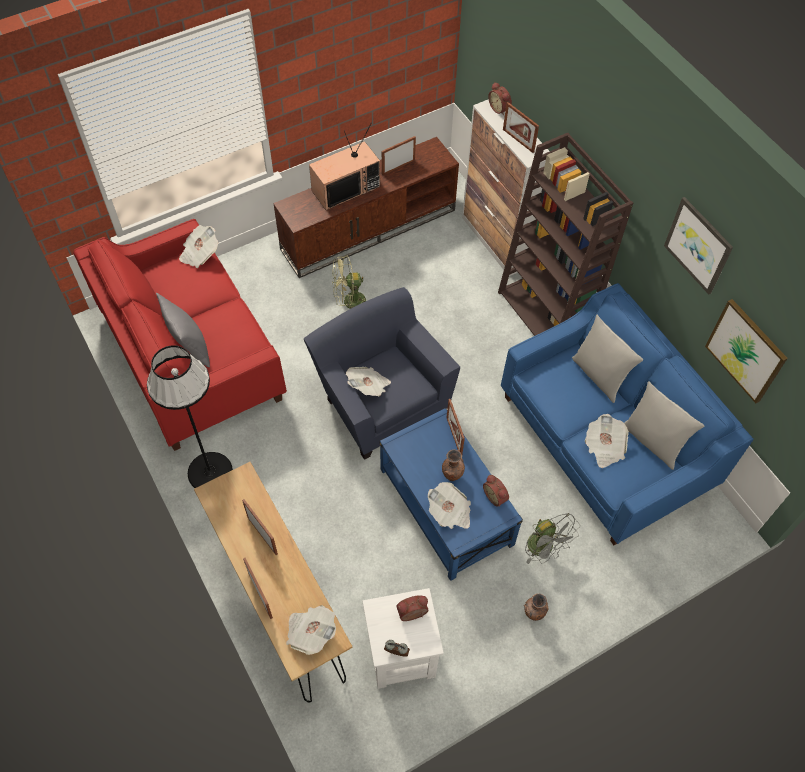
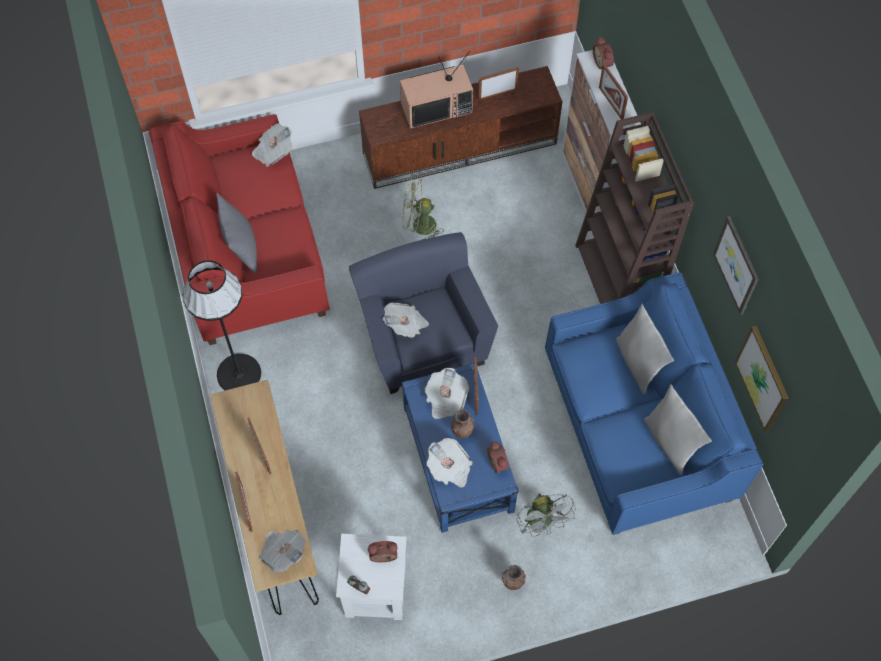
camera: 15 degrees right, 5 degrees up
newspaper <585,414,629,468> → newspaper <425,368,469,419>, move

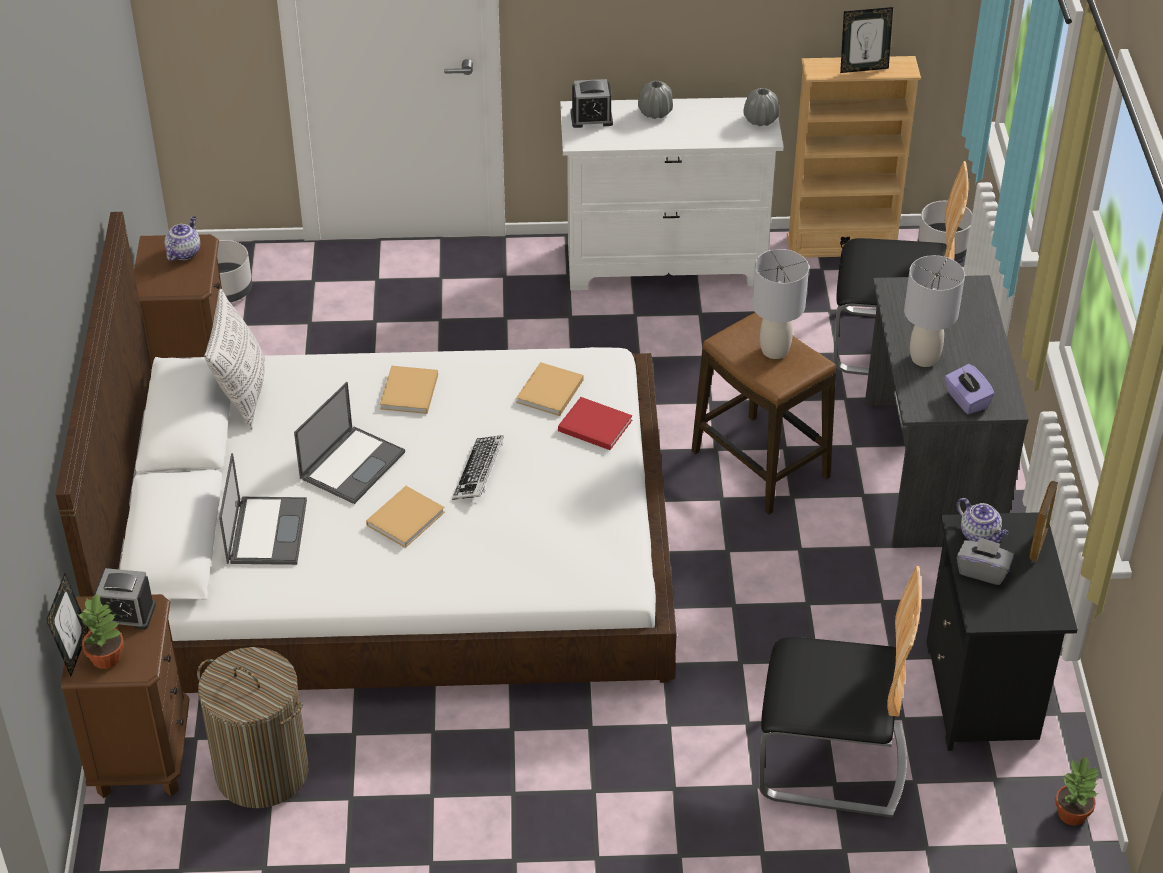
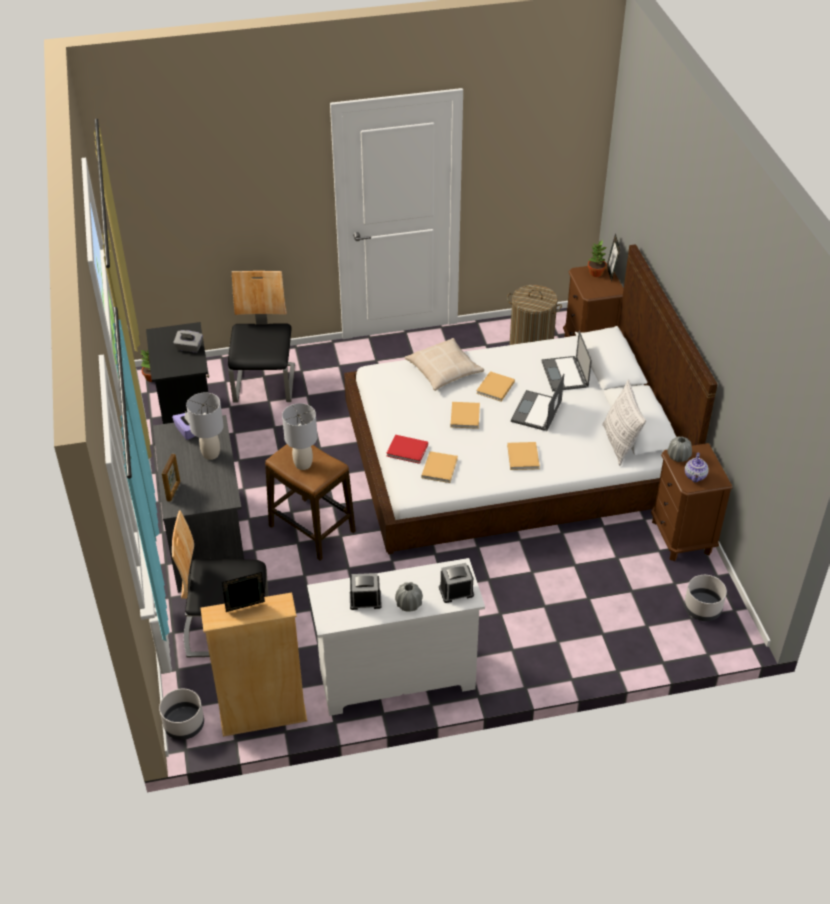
camera: 170 degrees right, 0 degrees up
photo frame <1029,481,1058,561> → photo frame <162,454,180,502>, move
chair <759,566,921,818> → chair <228,271,295,402>, 90 degrees clockwise
bedside clock <95,568,156,630> → bedside clock <350,573,382,610>, move
- → cushion/beige-coloured <405,338,484,391>
keyboard <452,435,504,500> → volume/beige-coloured <451,402,480,429>
flower vase/grey <743,88,779,126> → flower vase/grey <667,436,692,462>, move
tea pot <956,498,1009,543> → -

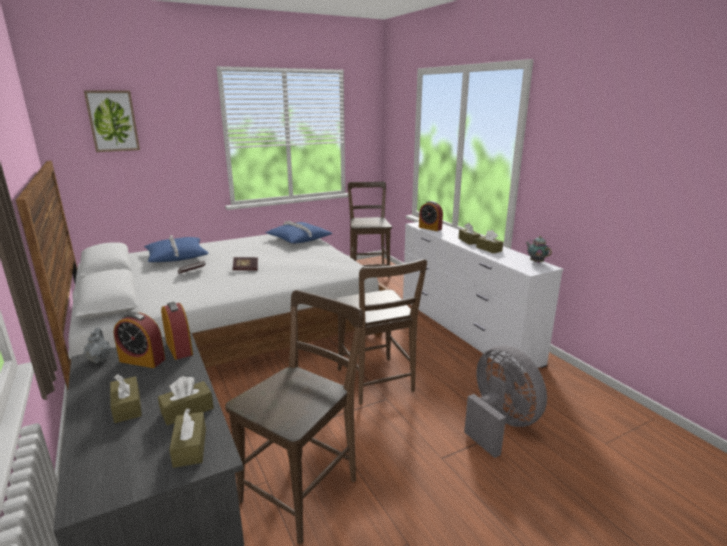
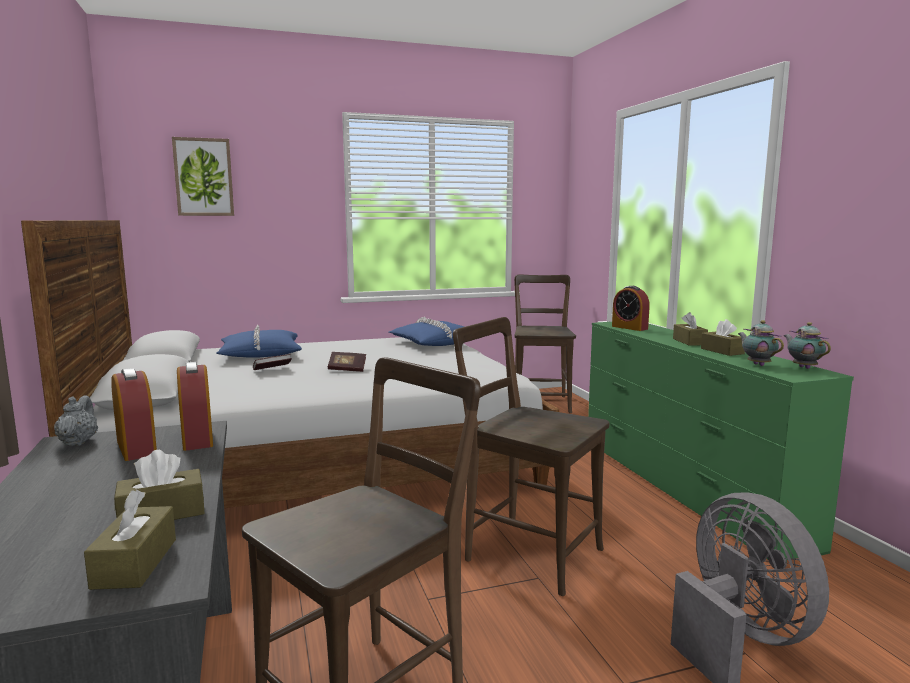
camera: 10 degrees right, 10 degrees down
bedside clock <114,312,165,368> → bedside clock <111,368,157,461>, 150 degrees counterclockwise
chair/brown <335,259,427,405> → chair/brown <453,317,609,596>, 135 degrees clockwise
chest of drawers/white-coloured <403,222,563,375> → chest of drawers/green-coloured <588,322,854,562>
- → tea pot <738,320,784,366>
tissue holder/brown <110,374,142,423> → -

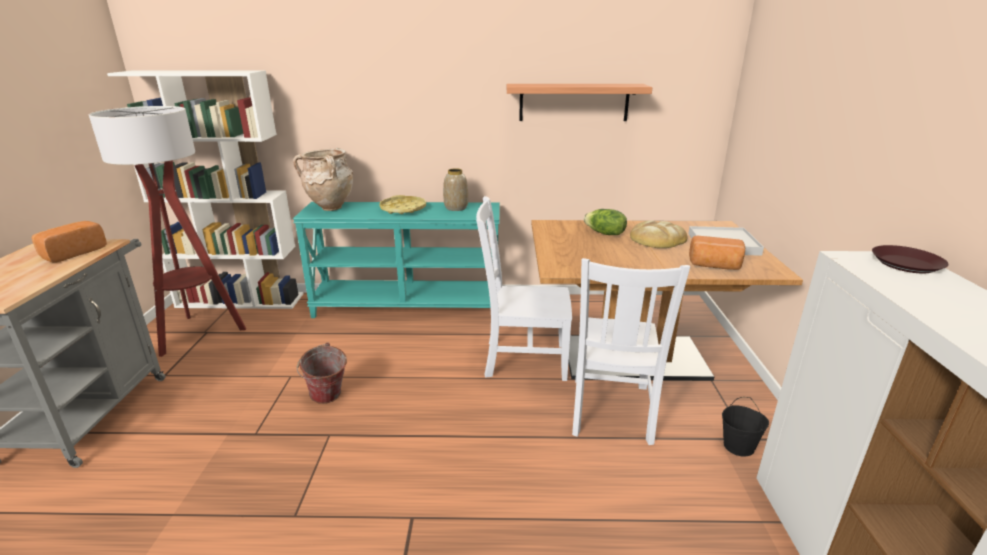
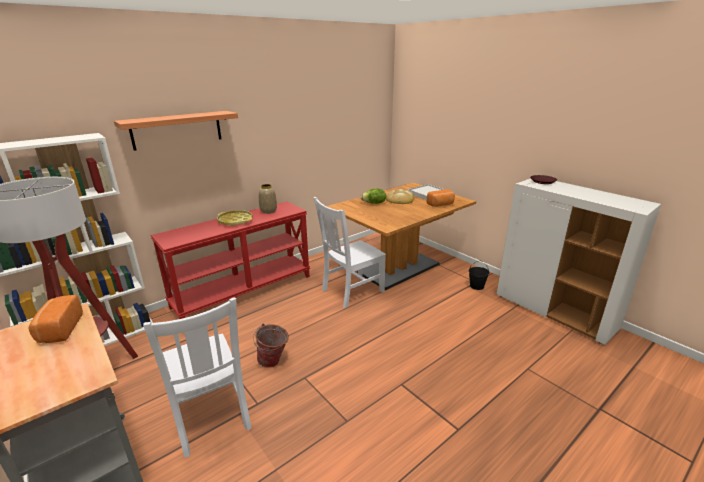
camera: 40 degrees left, 0 degrees up
bracket shelf <507,84,653,121> → bracket shelf <114,111,238,151>, move
chair/white-coloured <572,258,690,445> → chair/white-coloured <143,297,252,457>, move
narrow table/turquoise <293,202,500,318> → narrow table/red <151,202,310,319>
flower vase/beige-coloured <293,148,353,211> → -

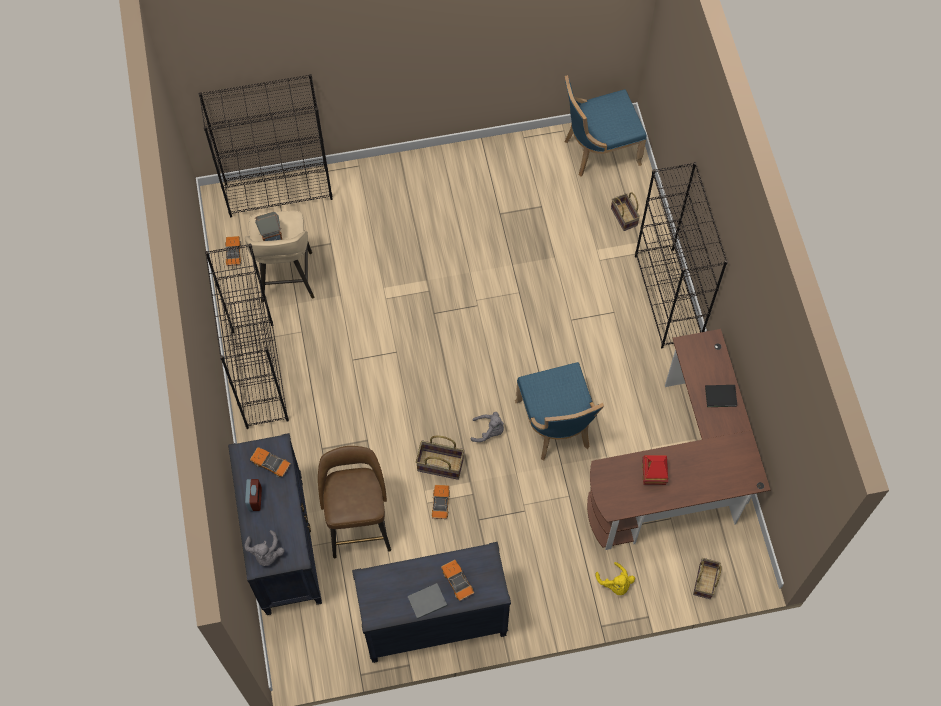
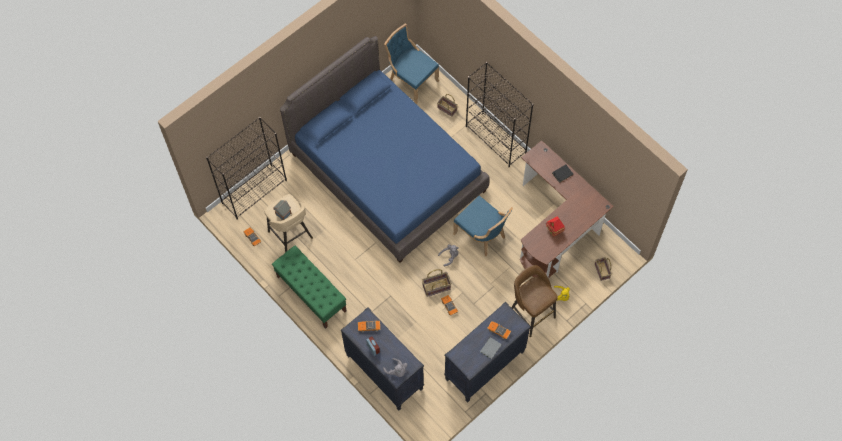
camera: 30 degrees left, 0 degrees up
bookcase/blackish <205,244,289,429> → indoor bench/green-coloured <272,246,346,329>
- → bed/blue-coloured <280,36,490,263>
chair/blue-coloured <565,75,647,176> → chair/blue-coloured <384,24,439,104>, 90 degrees clockwise
stool seat/brown <318,446,391,559> → stool seat/brown <511,265,558,337>, move

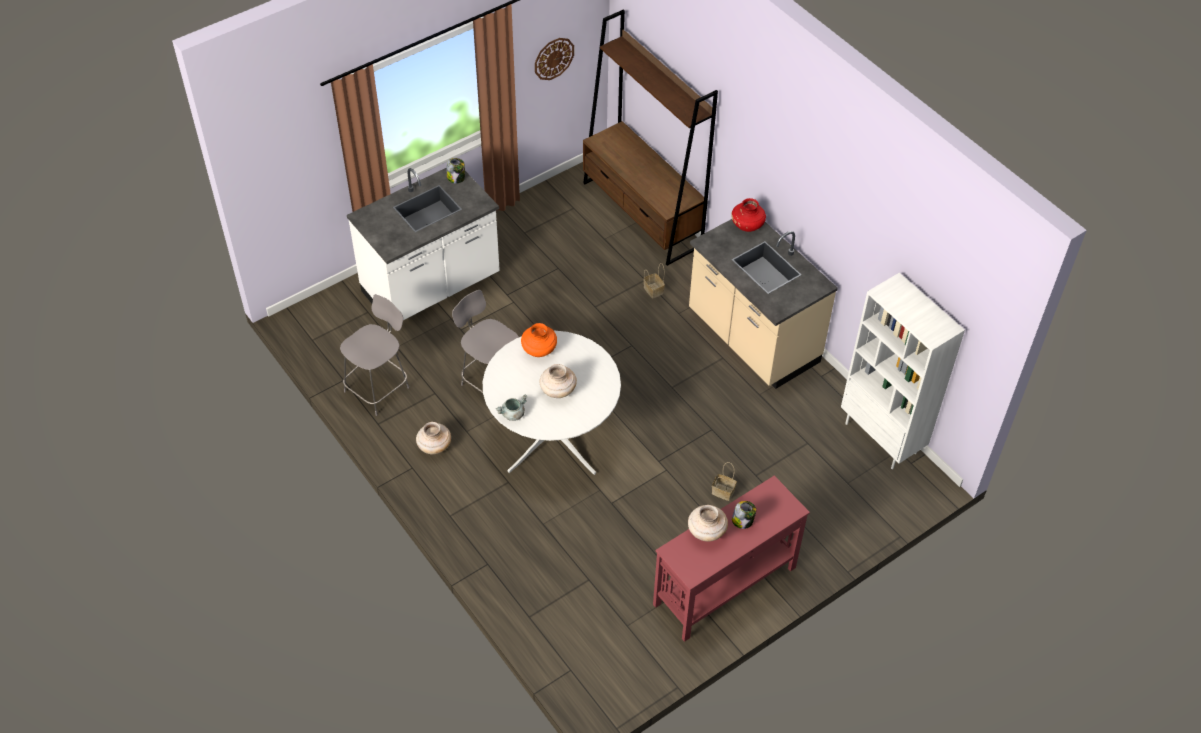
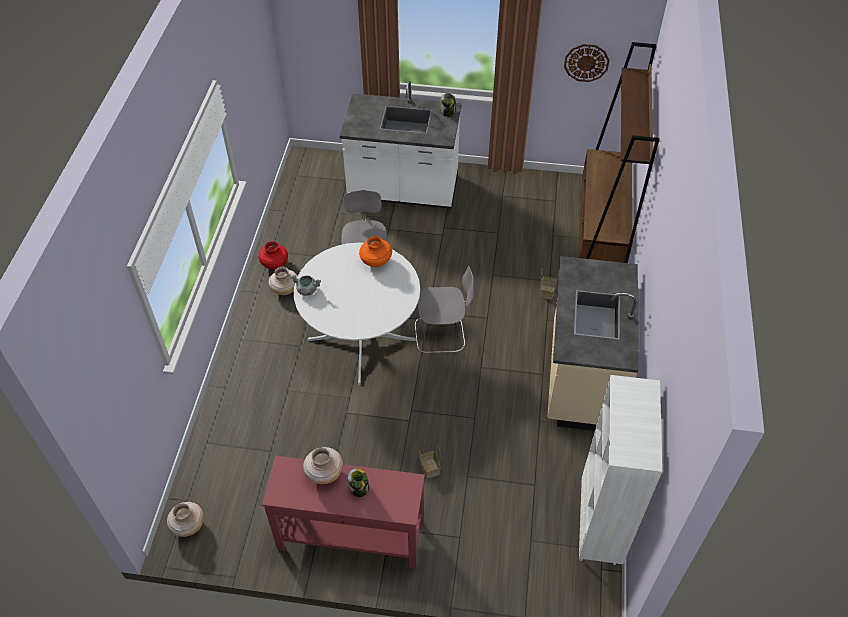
camera: 45 degrees right, 0 degrees up
flower vase/beige-coloured <540,364,577,398> → flower vase/beige-coloured <167,502,204,537>, move
flower vase/red <731,198,766,232> → flower vase/red <258,241,288,269>, move
chair/grey <340,294,409,416> → chair/grey <415,266,474,363>, move

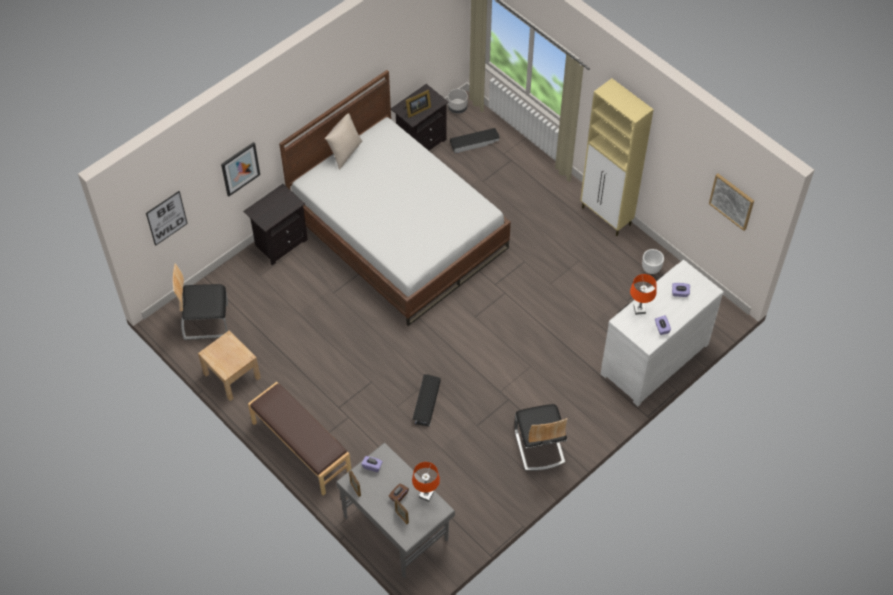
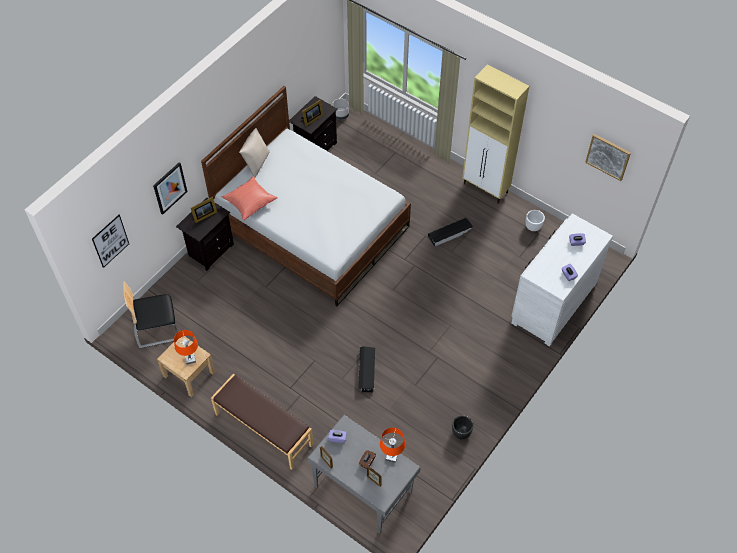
camera: 10 degrees left, 0 degrees up
tabletop lamp/orangey <630,274,657,315> → tabletop lamp/orangey <174,330,198,365>, move
- → photo frame <191,197,217,223>
- → cushion/red <222,176,278,221>
storage container/blackish <450,128,500,153> → storage container/blackish <428,218,473,247>, move
- → flower pot/blackish <452,415,473,440>
chair <514,404,567,471> → -

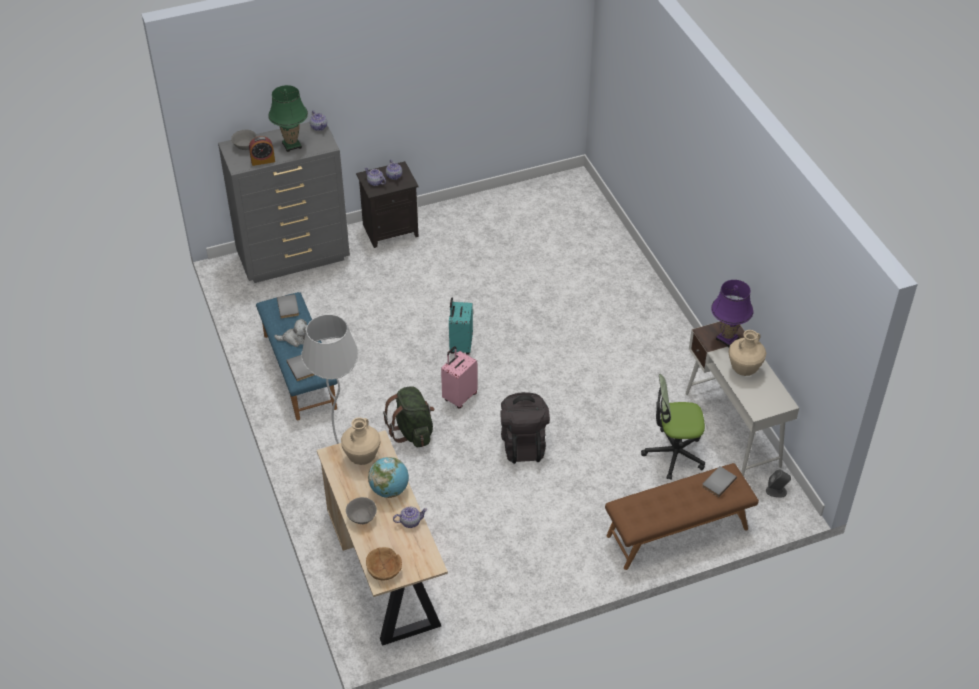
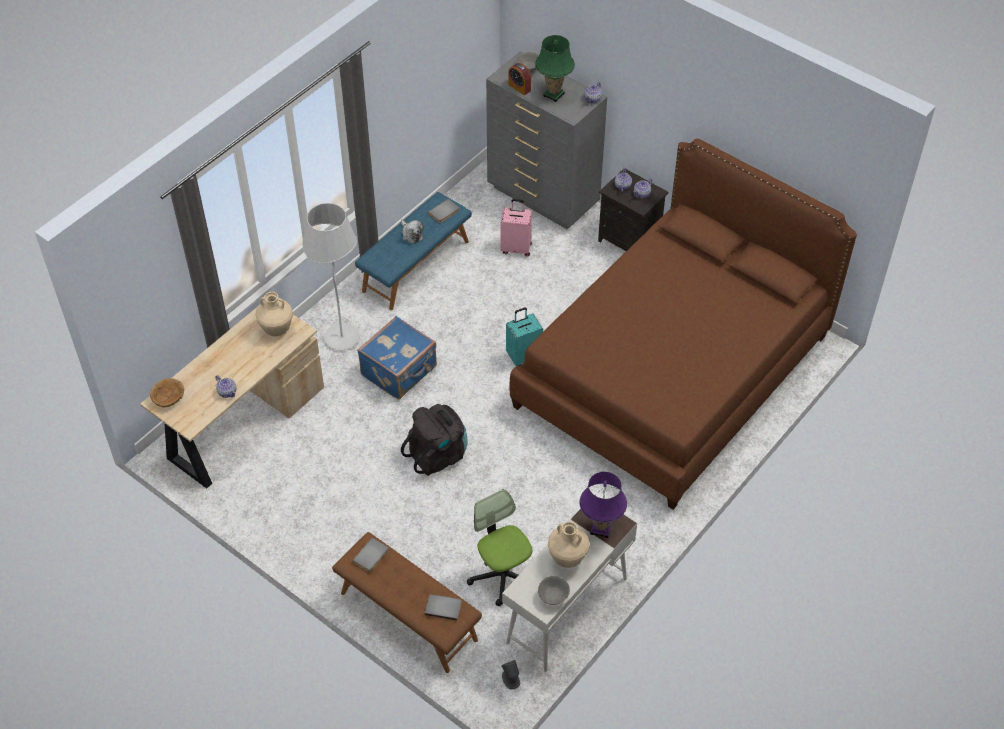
camera: 60 degrees right, 5 degrees up
volume/grey <286,355,314,381> → volume/grey <352,537,389,572>, move
rucksack/green-coloured <383,386,435,447> → suitcase/blue-coloured <357,316,437,400>
suitcase/pink <441,346,478,409> → suitcase/pink <501,199,532,256>, move
- → bed/brown <510,138,857,509>
bowl/grey <346,497,377,524> → bowl/grey <538,576,570,605>, move
globe <368,457,409,498> → -

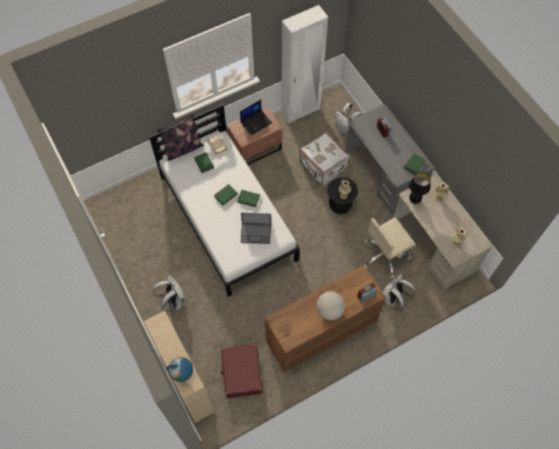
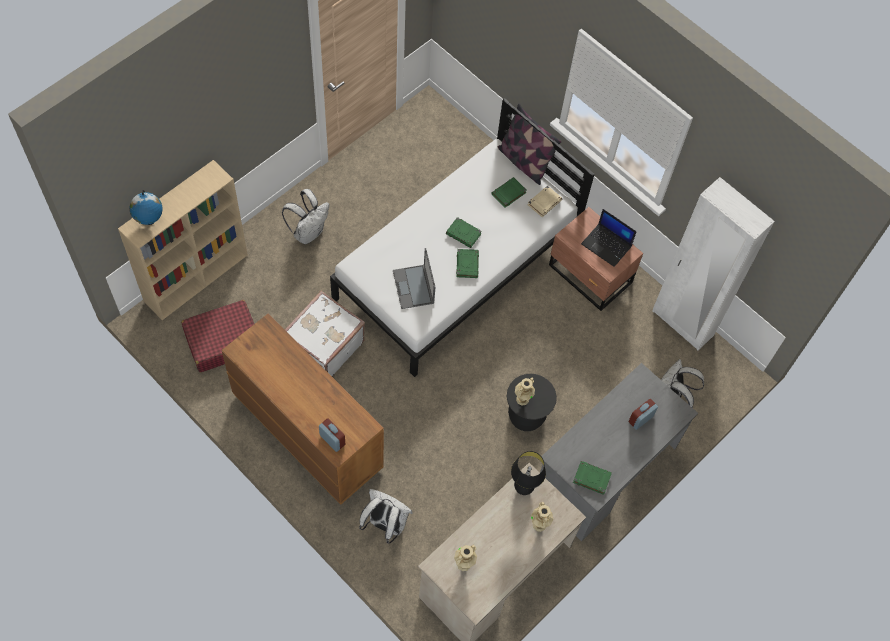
camera: 70 degrees right, 0 degrees up
suitcase/white-coloured <299,132,350,187> → suitcase/white-coloured <285,291,365,376>, move
globe <317,291,345,320> → -
computer chair/beige-coloured <364,217,416,278> → -

